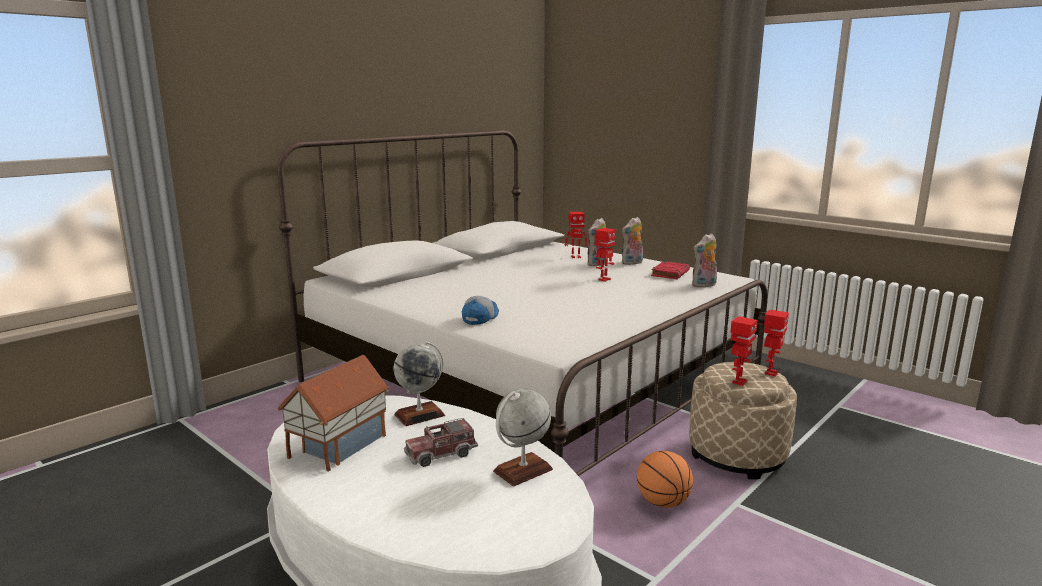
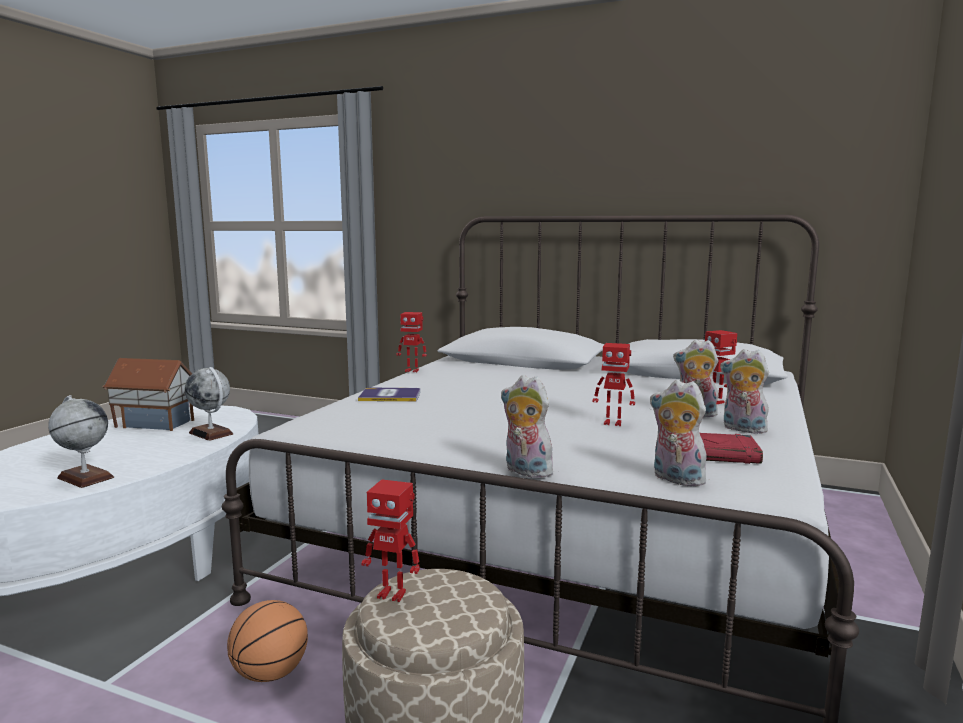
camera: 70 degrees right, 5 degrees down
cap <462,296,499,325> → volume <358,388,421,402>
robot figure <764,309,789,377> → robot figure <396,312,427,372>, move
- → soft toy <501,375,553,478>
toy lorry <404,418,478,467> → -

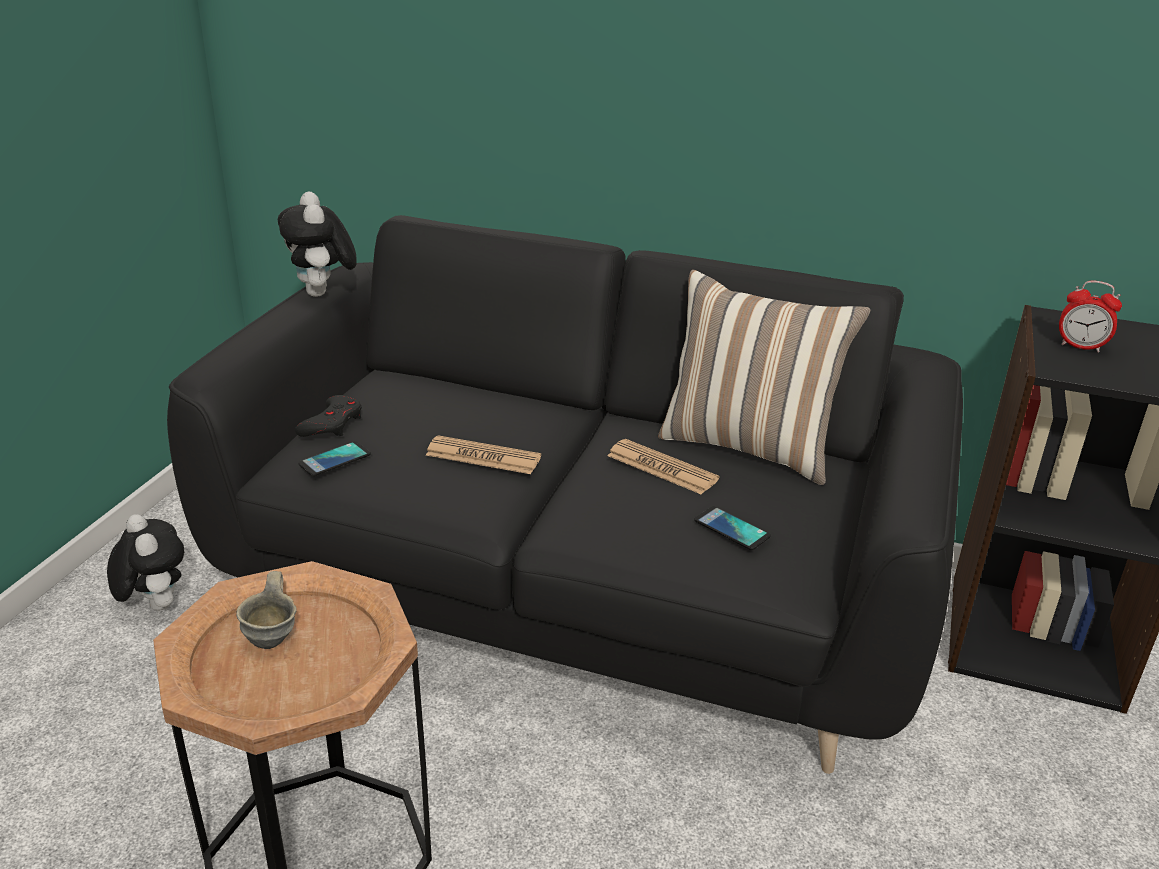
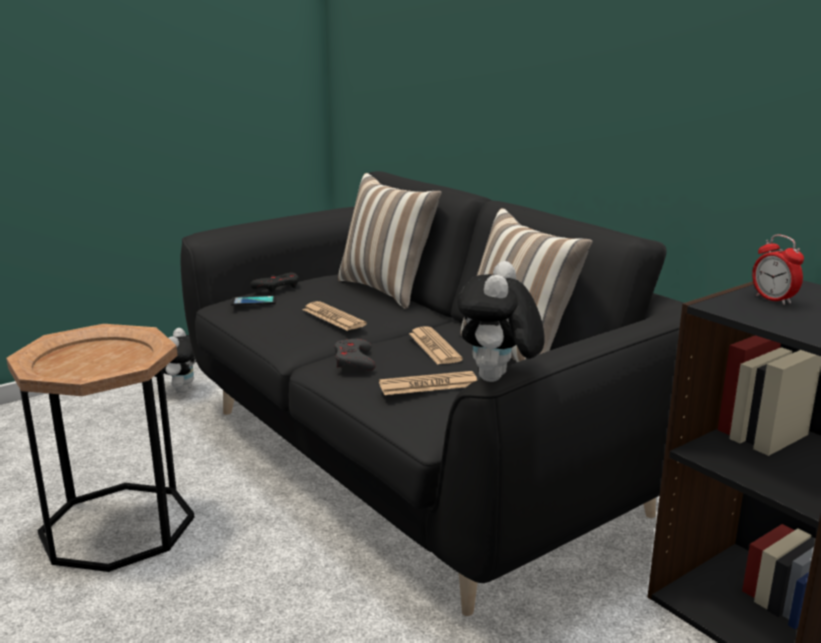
camera: 35 degrees right, 10 degrees down
- → joypad/grey <334,339,376,371>
- → cushion <338,173,442,309>
handset <694,506,771,550> → newspaper <379,371,477,395>
soft toy <278,191,357,297> → soft toy <457,261,545,382>, move
mug/grey <236,571,297,649> → -

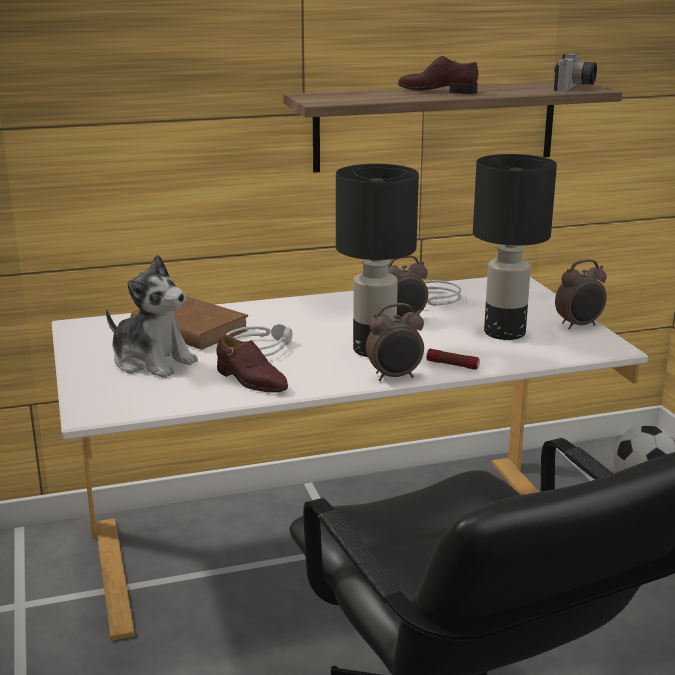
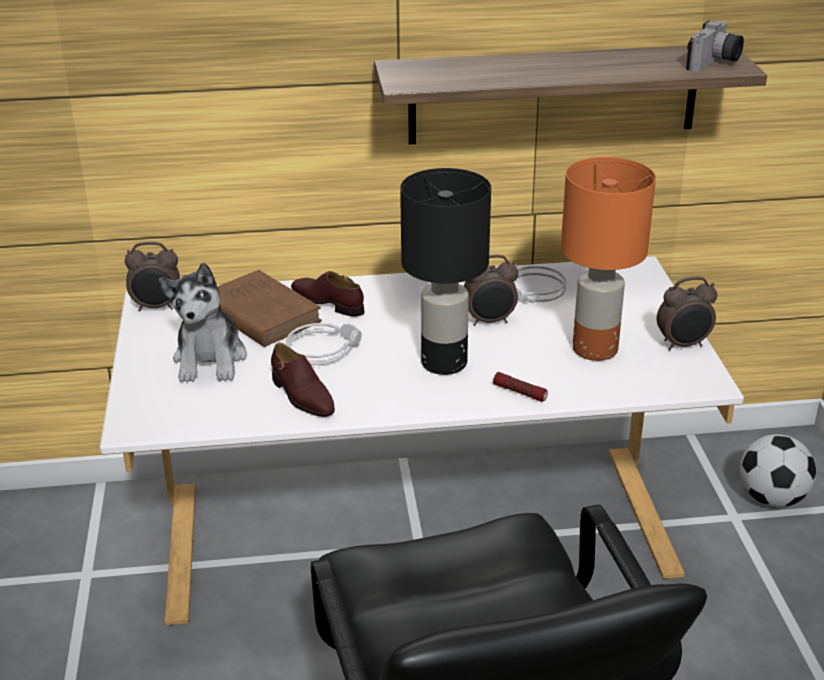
camera: 10 degrees right, 10 degrees up
bedside clock <366,303,424,381> → bedside clock <125,242,180,311>, move
soft toy <106,254,198,378> → soft toy <159,262,247,382>, 45 degrees clockwise
item of footwear/brown <398,56,478,94> → item of footwear/brown <291,271,364,317>, move
tabletop lamp/blackish <473,154,557,340> → tabletop lamp/orangey <561,157,656,361>

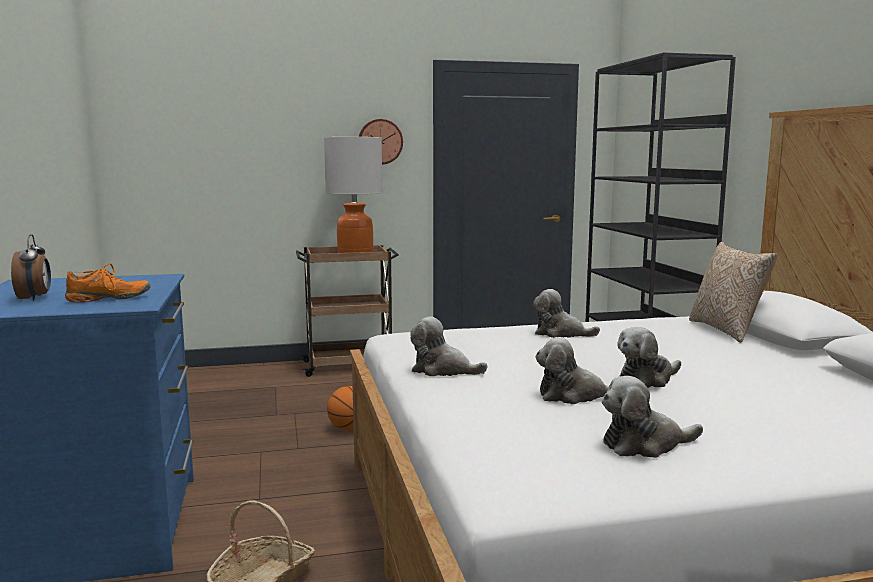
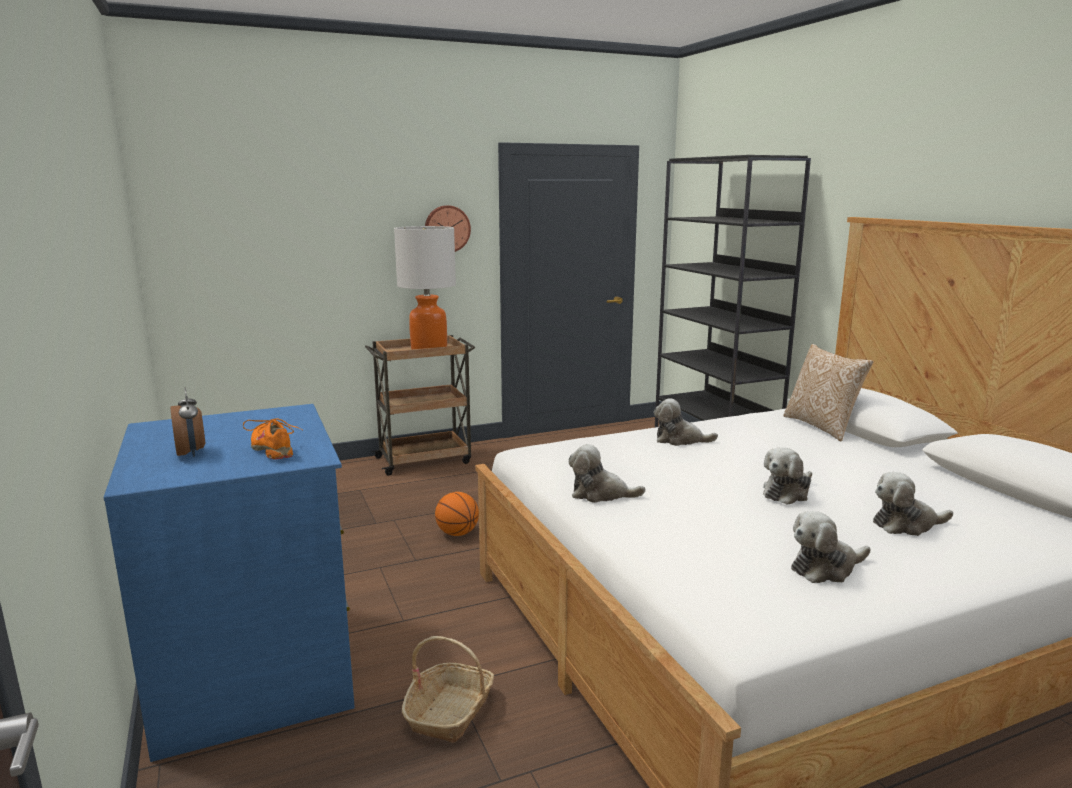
camera: 10 degrees left, 5 degrees up
item of footwear/orangey <65,263,150,303> → item of footwear/orangey <243,419,302,460>, 90 degrees counterclockwise
soft toy <535,337,609,404> → soft toy <873,472,953,536>, move

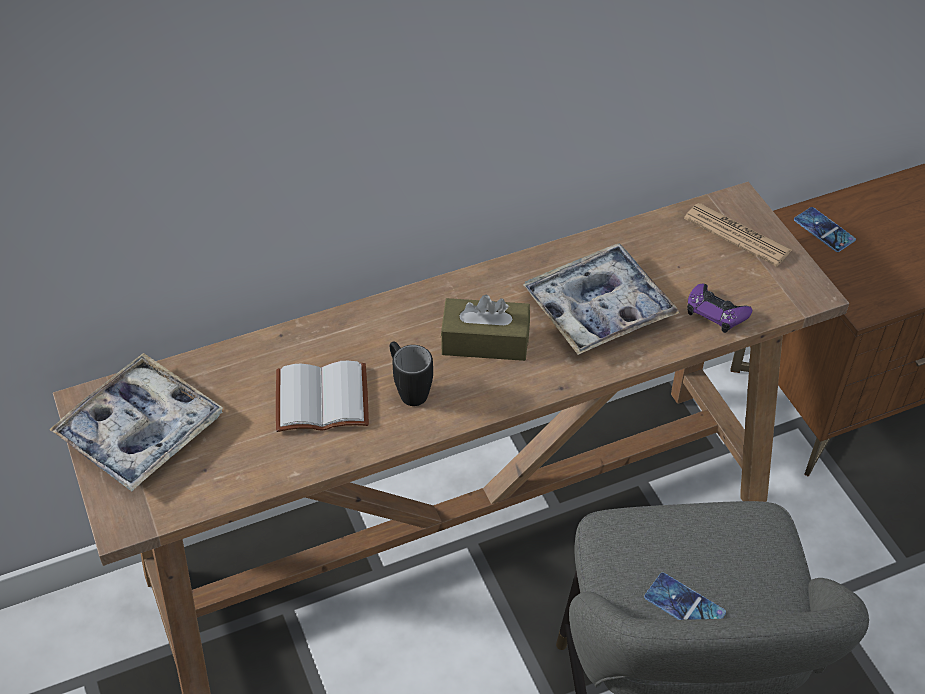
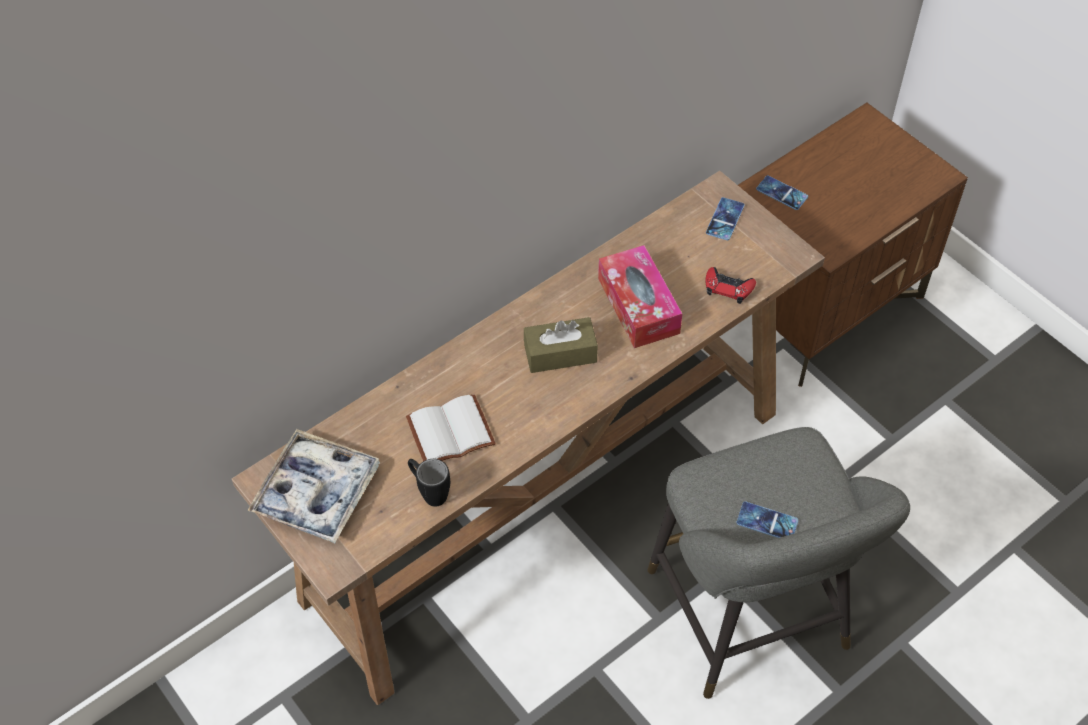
camera: 15 degrees left, 5 degrees up
mug/blackish <390,341,433,406> → mug/blackish <408,459,450,507>, move
carrying tray <523,243,679,355> → tissue holder <598,245,682,348>
newspaper <684,203,792,267> → handset <706,197,745,240>
joypad/purplish <687,284,752,333> → joypad/red <706,267,756,304>

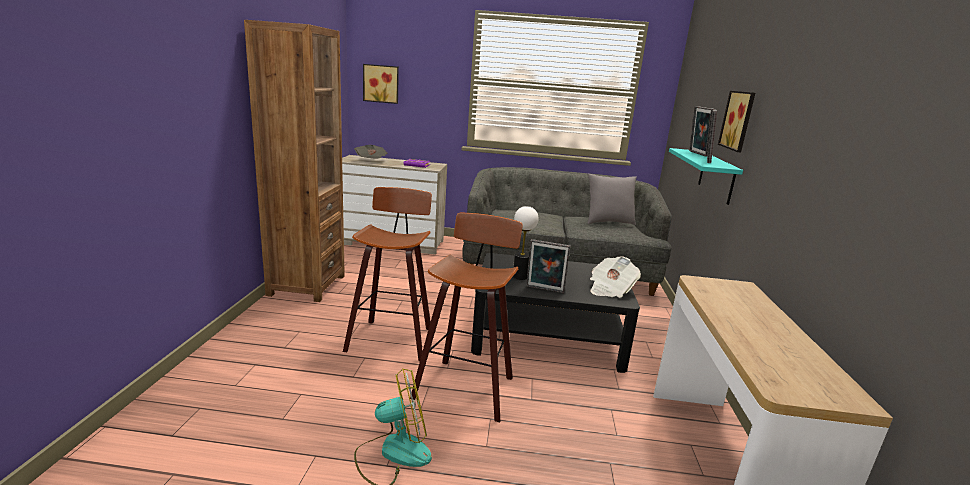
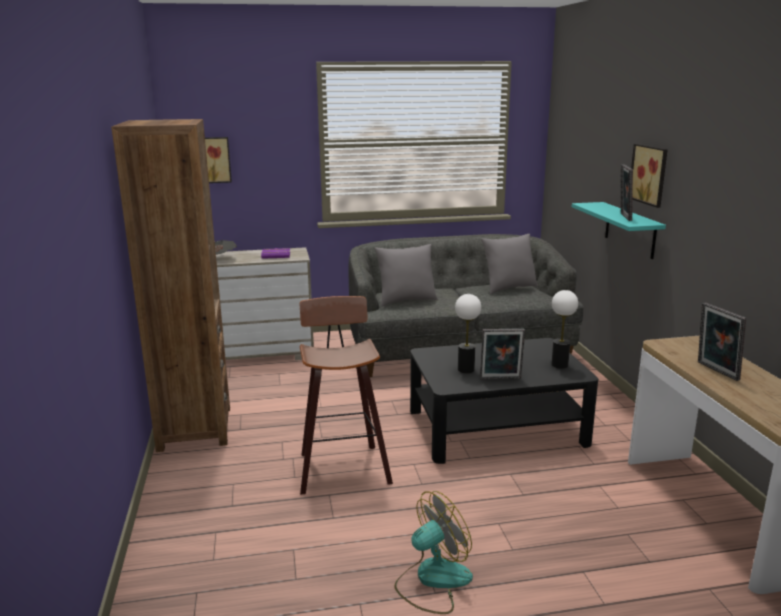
camera: 15 degrees left, 0 degrees up
- → cushion/grey <374,244,438,307>
newspaper <590,256,641,298> → tabletop lamp <551,290,578,369>
photo frame <689,106,715,157> → photo frame <698,302,746,381>, move
stool seat <410,213,523,422> → -

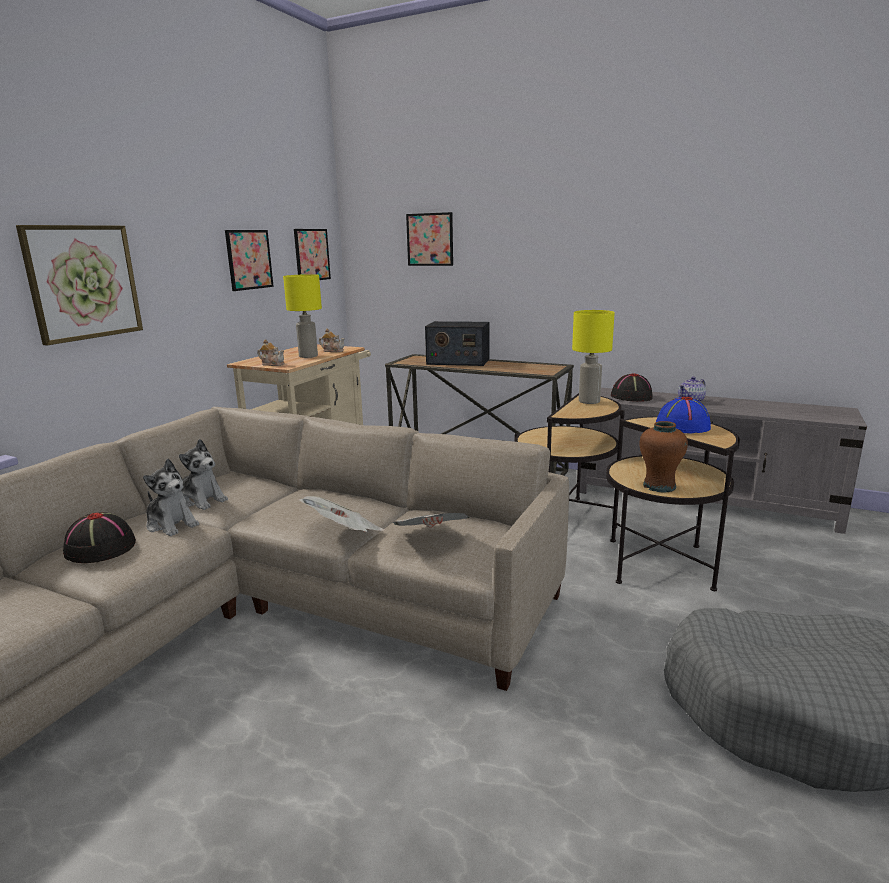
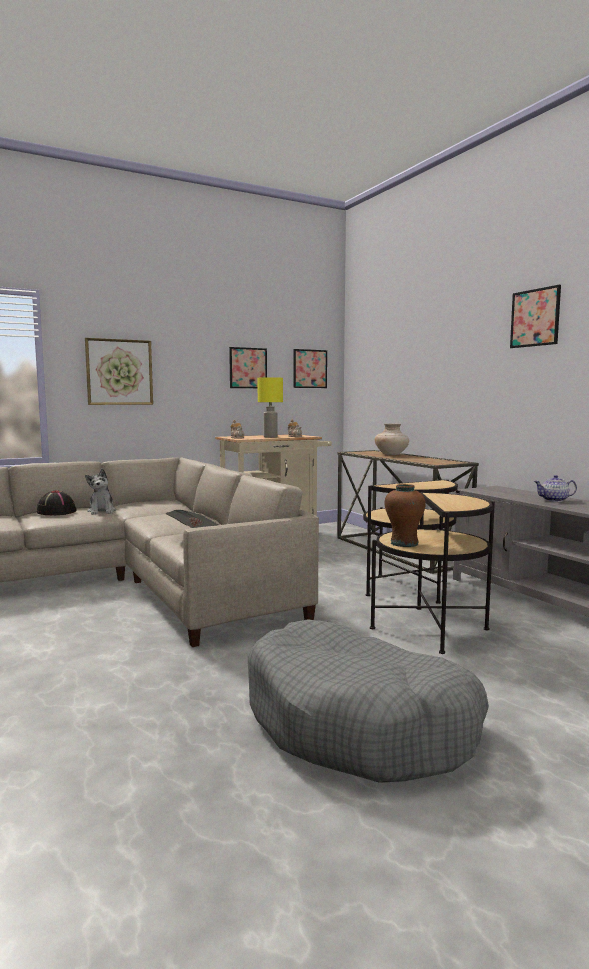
camera: 35 degrees right, 10 degrees down
radio <425,321,489,366> → flower vase/beige-coloured <375,423,409,455>
picture <406,212,453,266> → picture <510,285,561,348>, move
soft toy <177,439,228,510> → -
newspaper <298,496,385,532> → -
tabletop lamp/yellow-coloured <572,310,615,404> → -
clothing hat/blackish <611,373,653,402> → -
clothing hat/blue-coloured <656,396,711,433> → -

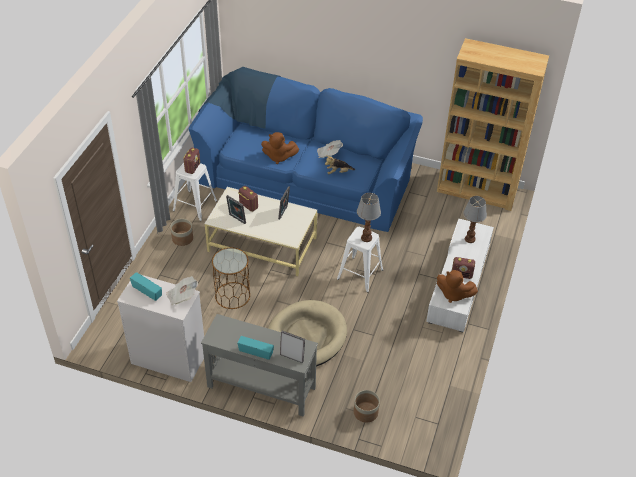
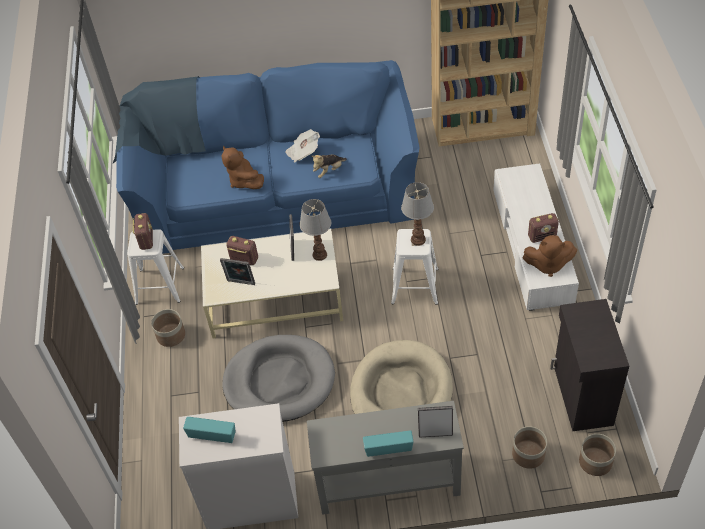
camera: 20 degrees left, 5 degrees up
soft toy/brown <261,132,299,164> → soft toy/brown <221,146,264,189>, 75 degrees clockwise
end table/brown <212,248,250,309> → pet bed/grey <222,335,335,422>
tabletop lamp <463,196,487,243> → tabletop lamp <299,199,331,261>, move
- → cabinet/blackish <550,299,629,431>
- → flower pot <579,434,616,476>
newspaper <166,276,198,305> → -

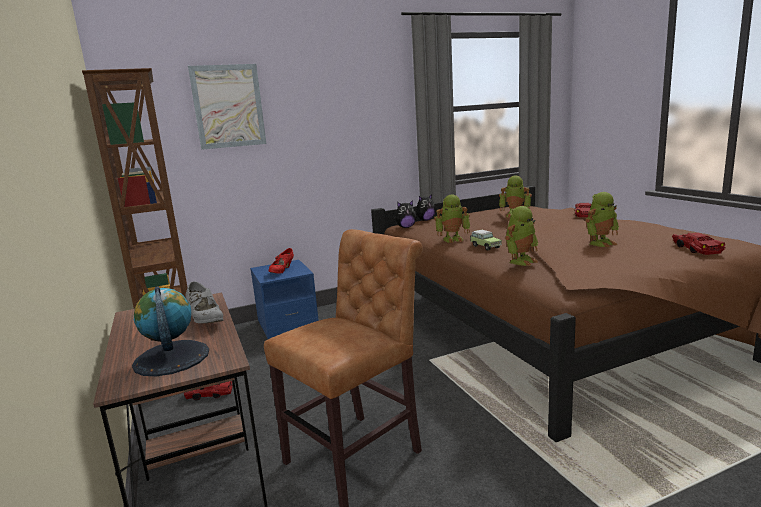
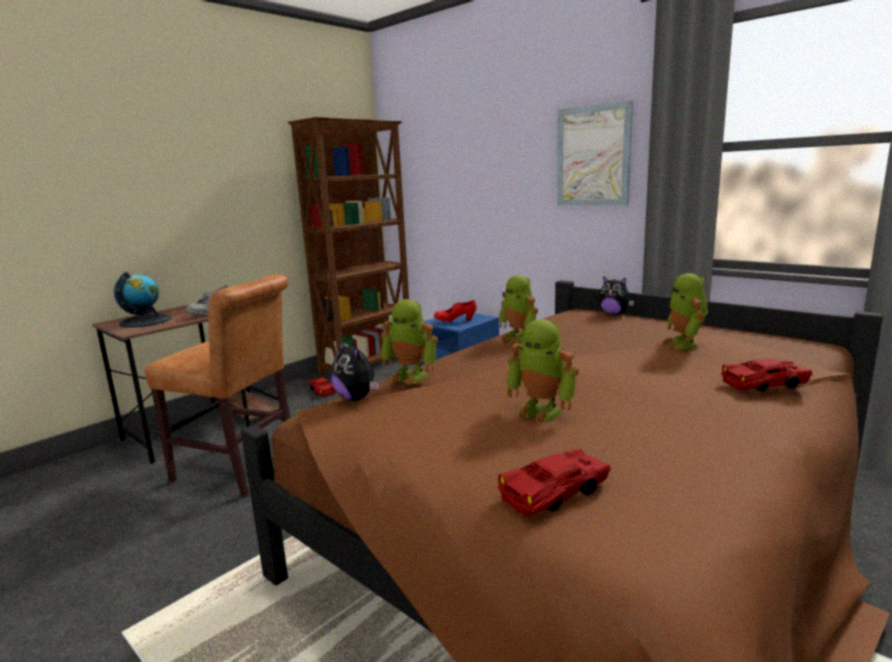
camera: 65 degrees right, 0 degrees up
soft toy <395,200,416,228> → soft toy <331,340,379,401>, move
picture <188,64,266,150> → picture <557,100,633,206>, move
toy car <470,230,502,251> → -

